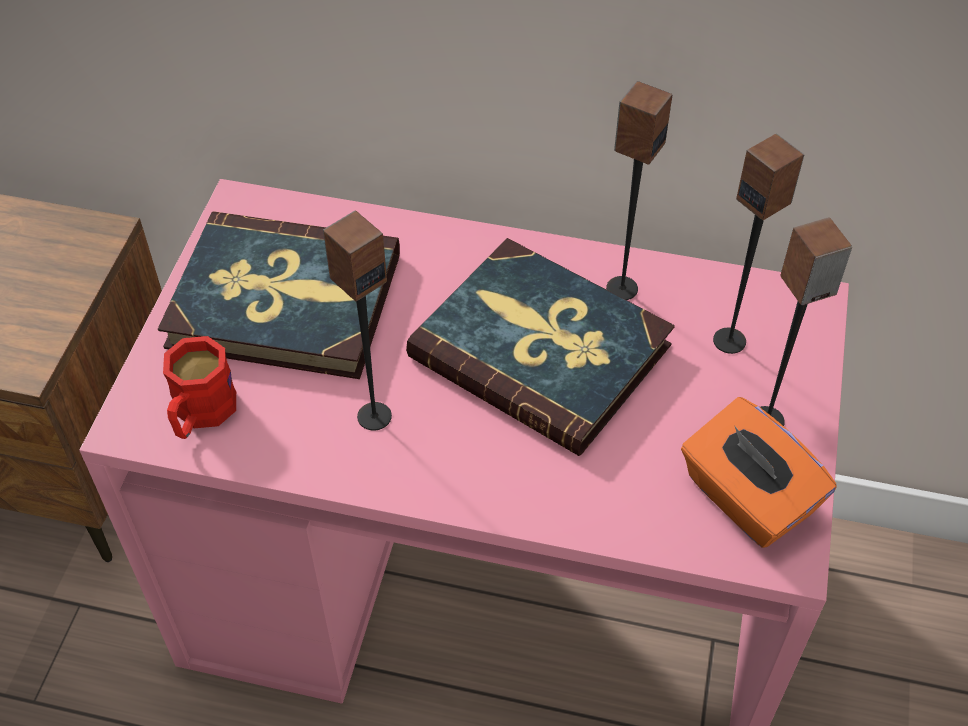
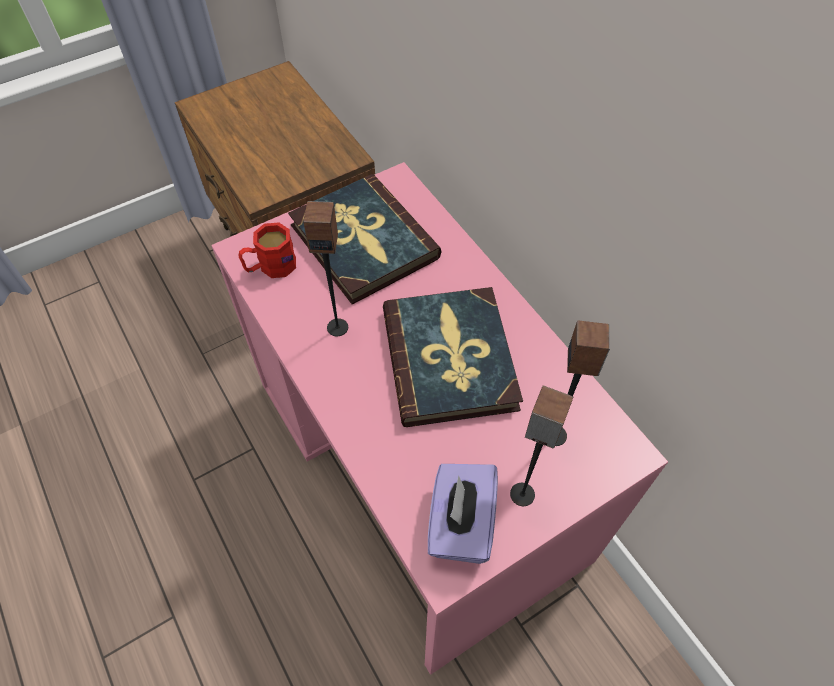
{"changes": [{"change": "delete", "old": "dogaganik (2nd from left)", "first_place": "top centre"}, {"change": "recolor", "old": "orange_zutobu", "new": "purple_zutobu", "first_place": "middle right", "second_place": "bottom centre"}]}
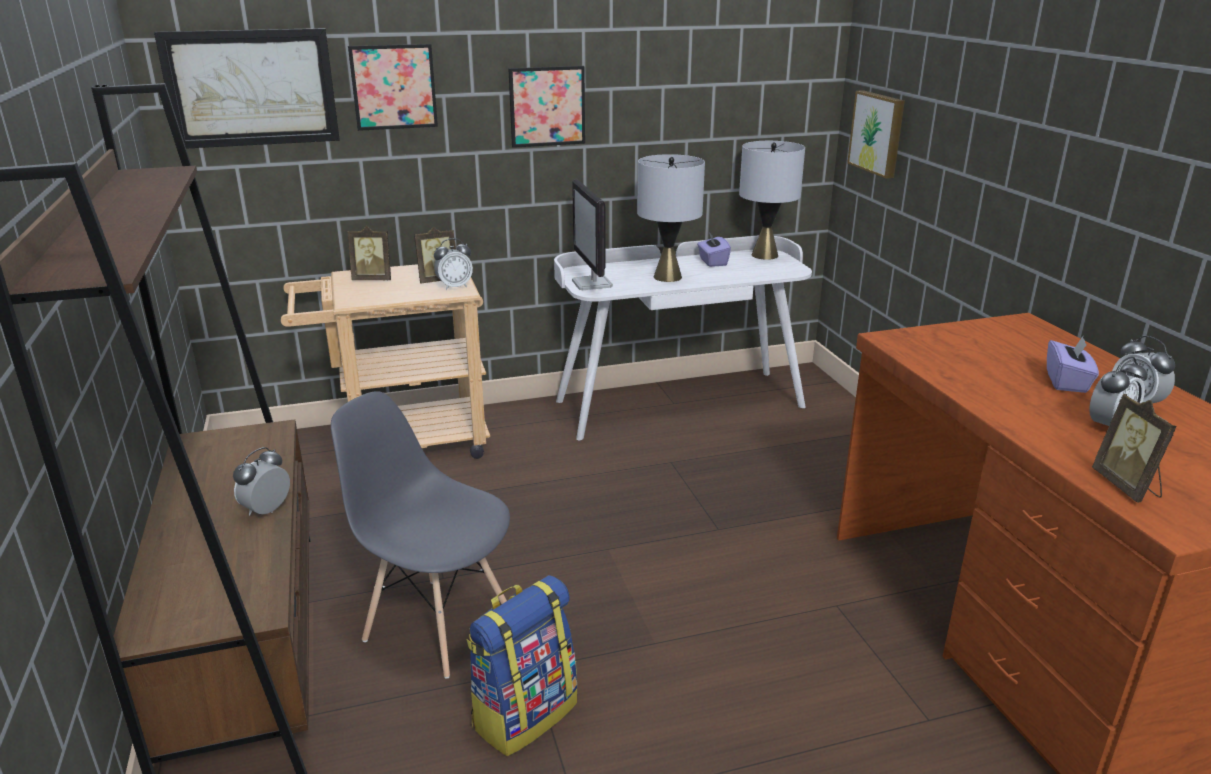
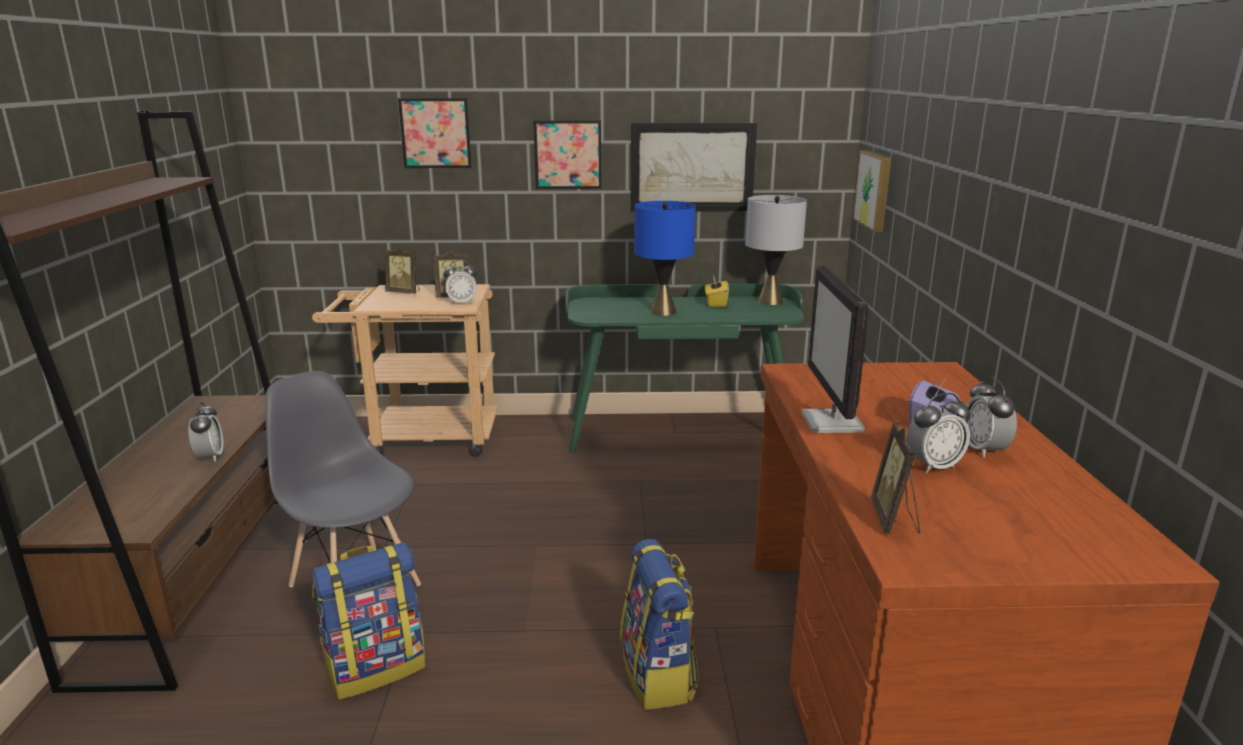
{"changes": [{"change": "move", "old": "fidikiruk (1st from left in the first image)", "new": "fidikiruk (3rd from left)", "first_place": "top left", "second_place": "top centre"}, {"change": "recolor", "old": "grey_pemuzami (1st from left)", "new": "blue_pemuzami", "first_place": "top centre", "second_place": "centre"}, {"change": "move", "old": "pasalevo", "first_place": "top centre", "second_place": "middle right"}, {"change": "recolor", "old": "purple_zutobu (1st from left)", "new": "yellow_zutobu", "first_place": "top centre", "second_place": "centre"}, {"change": "recolor", "old": "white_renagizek", "new": "green_renagizek", "first_place": "centre", "second_place": "centre"}, {"change": "rotate", "old": "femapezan (1st from left)", "first_place": "middle left", "second_place": "middle left", "degrees": 120}, {"change": "insert", "new": "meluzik (2nd from left)", "second_place": "bottom centre"}]}
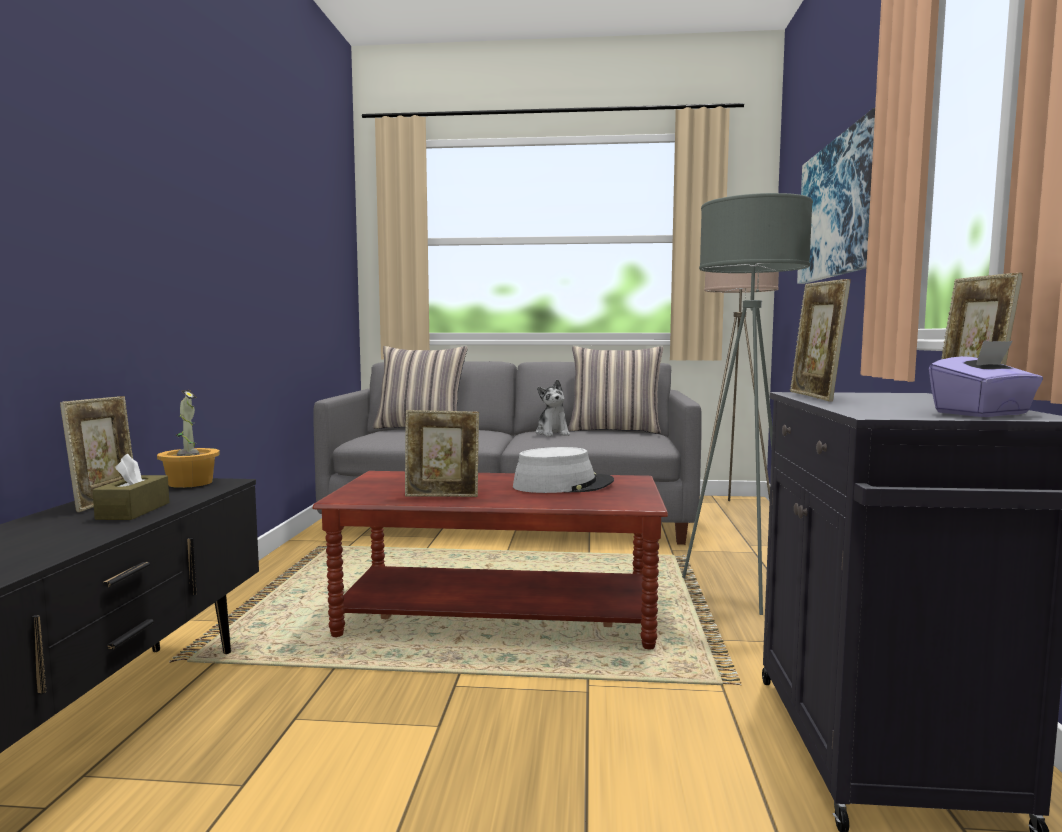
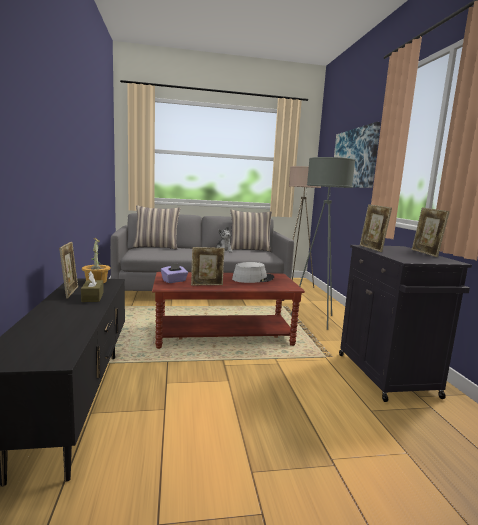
{"changes": [{"change": "move", "old": "purple_zutobu", "first_place": "middle right", "second_place": "centre"}]}
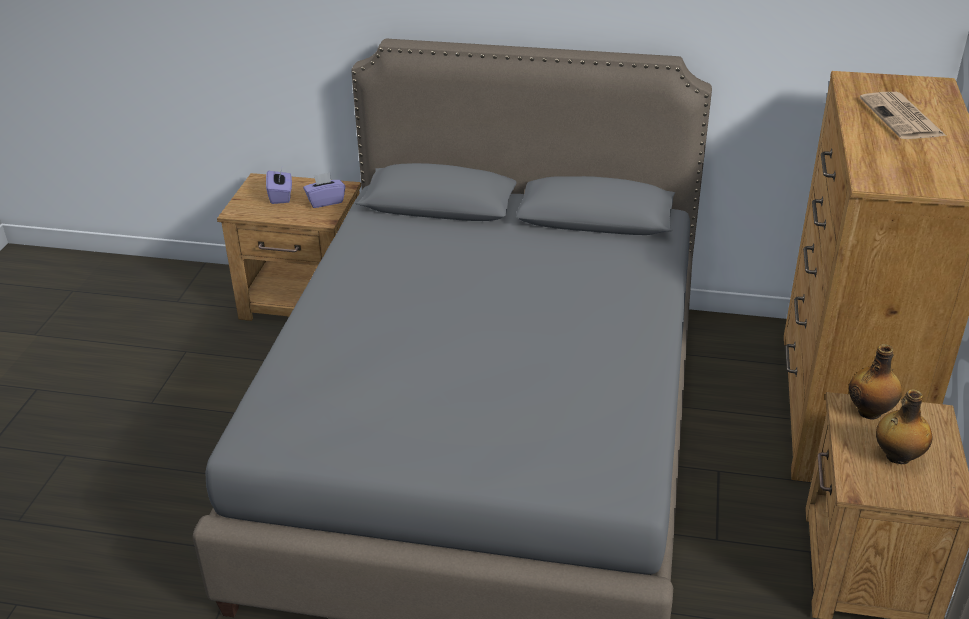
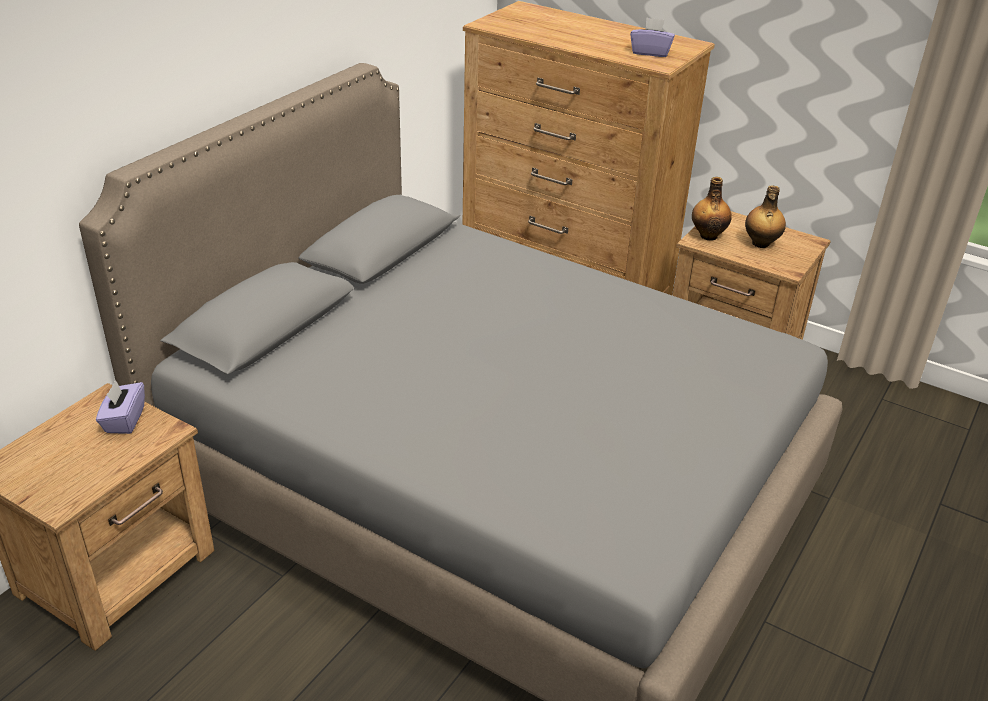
{"changes": [{"change": "delete", "old": "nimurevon", "first_place": "top right"}, {"change": "move", "old": "purple_zutobu (1st from left in the first image)", "new": "purple_zutobu (2nd from left)", "first_place": "top left", "second_place": "top centre"}]}
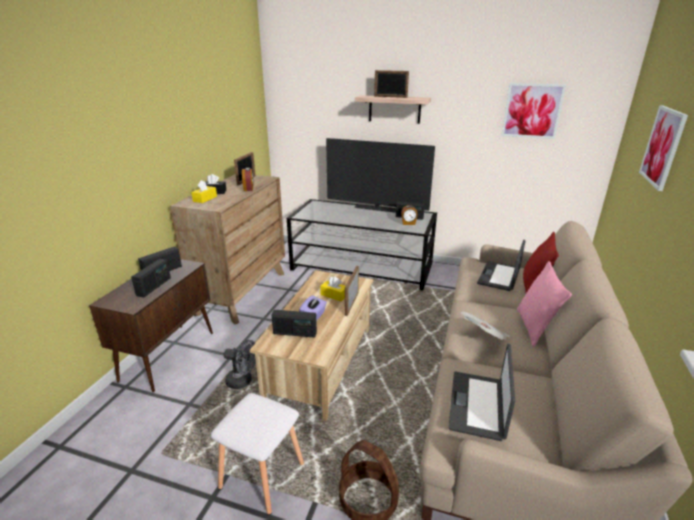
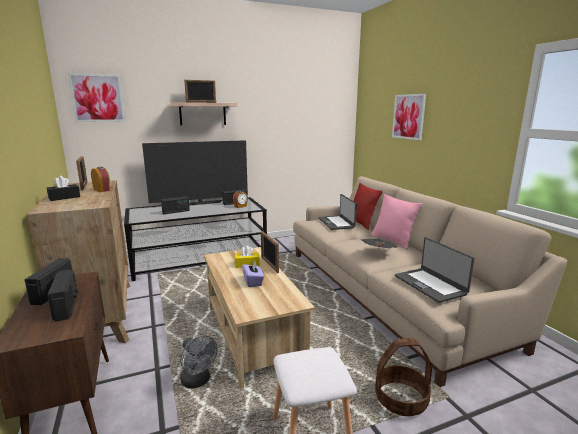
{"changes": [{"change": "move", "old": "fidikiruk (1st from left)", "first_place": "top right", "second_place": "top left"}, {"change": "delete", "old": "yellow_zutobu (1st from left)", "first_place": "middle left"}, {"change": "move", "old": "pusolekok (3rd from left)", "first_place": "centre", "second_place": "middle left"}, {"change": "rotate", "old": "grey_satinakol", "first_place": "bottom centre", "second_place": "bottom centre", "degrees": 75}]}
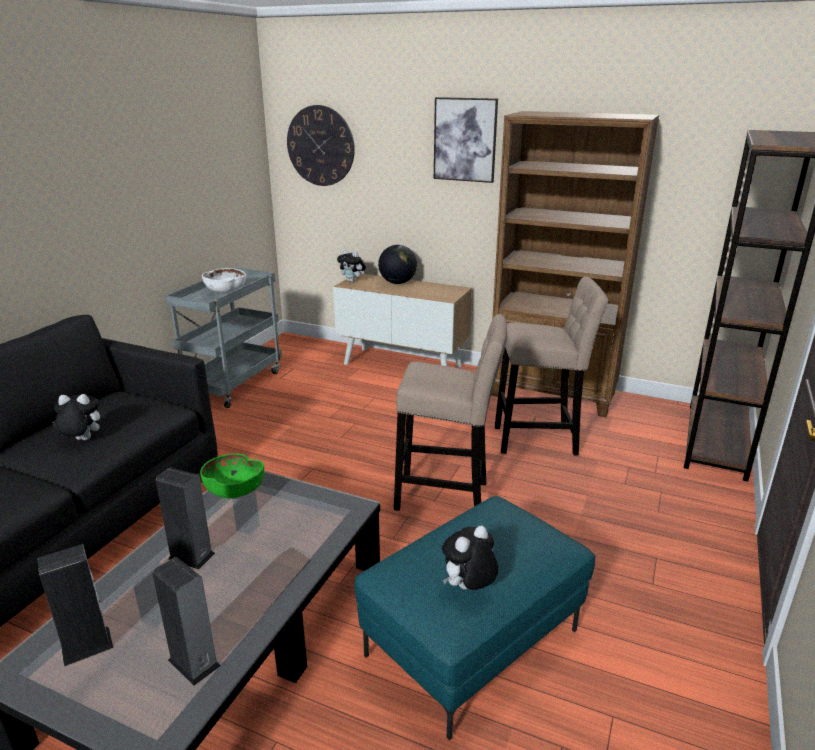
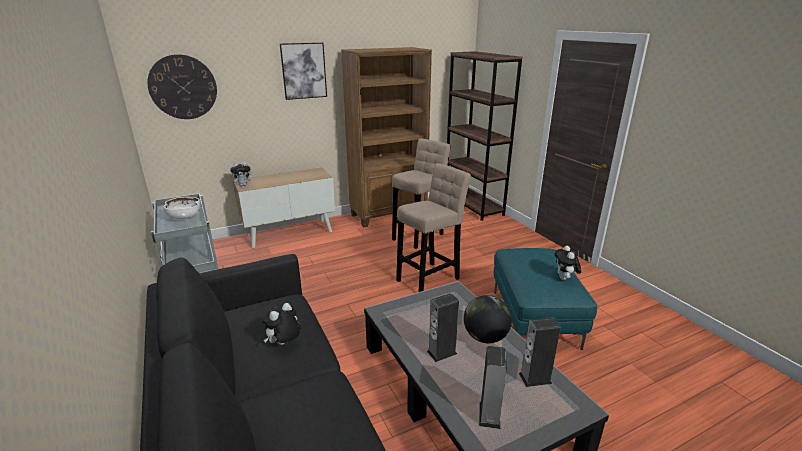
{"changes": [{"change": "move", "old": "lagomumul", "first_place": "centre", "second_place": "bottom centre"}, {"change": "delete", "old": "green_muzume", "first_place": "middle left"}]}
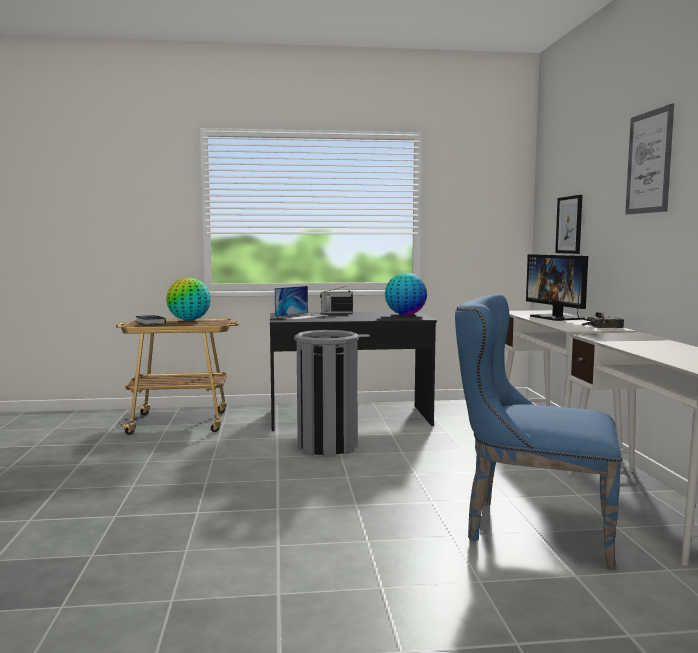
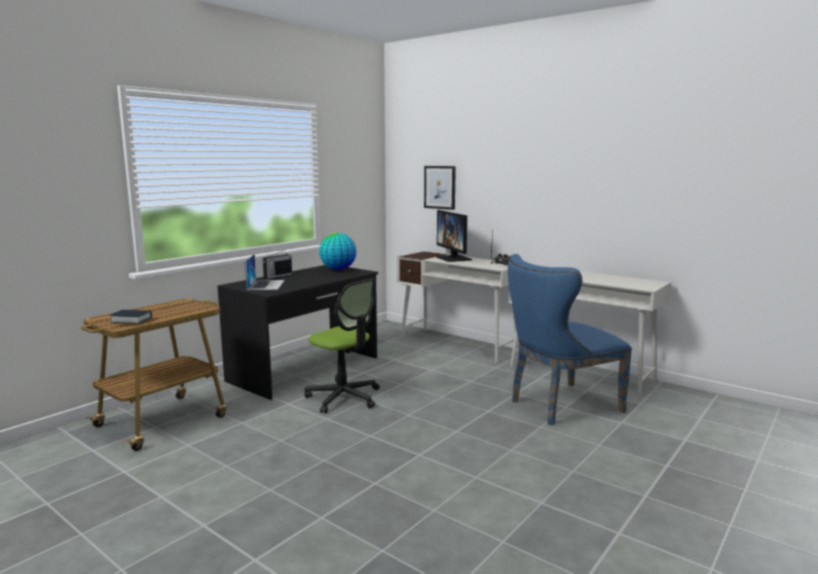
{"changes": [{"change": "delete", "old": "fidikiruk (2nd from left)", "first_place": "top right"}, {"change": "rotate", "old": "pasalevo", "first_place": "middle right", "second_place": "centre", "degrees": 45}, {"change": "delete", "old": "lagomumul (1st from left)", "first_place": "middle left"}, {"change": "replace", "old": "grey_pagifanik", "new": "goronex", "first_place": "centre", "second_place": "centre"}]}
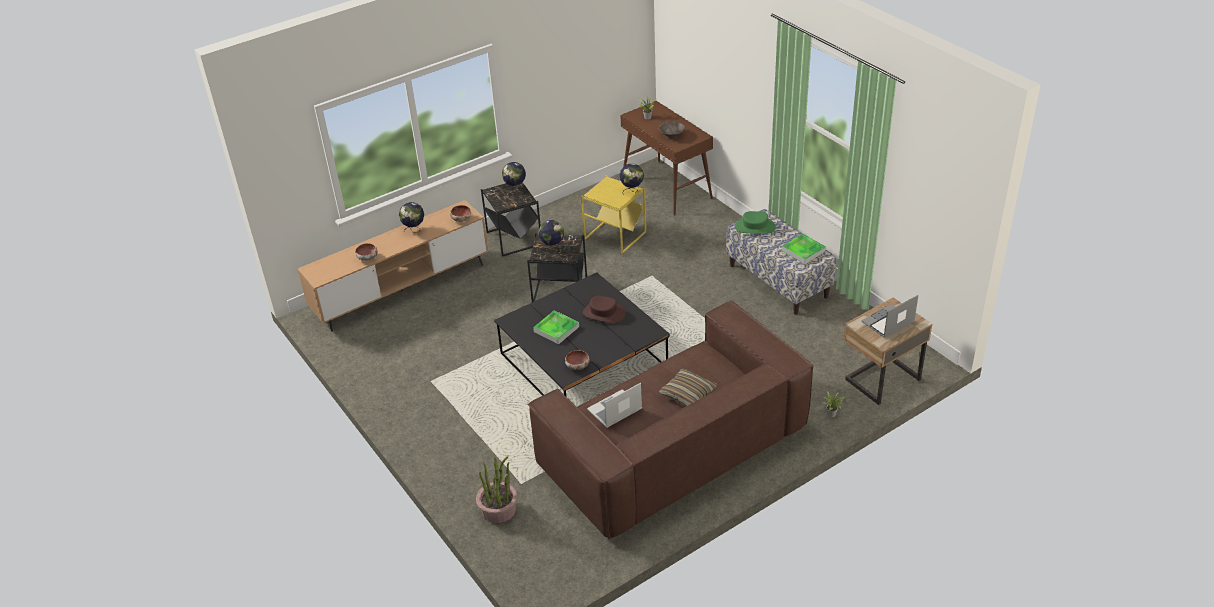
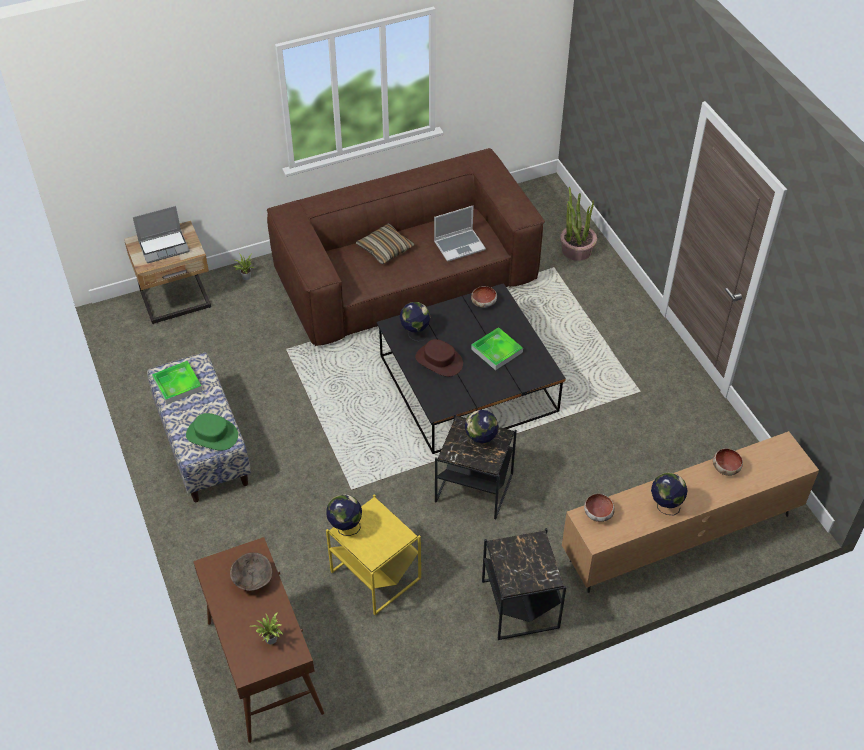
{"changes": [{"change": "move", "old": "lagomumul (2nd from left)", "first_place": "top centre", "second_place": "centre"}]}
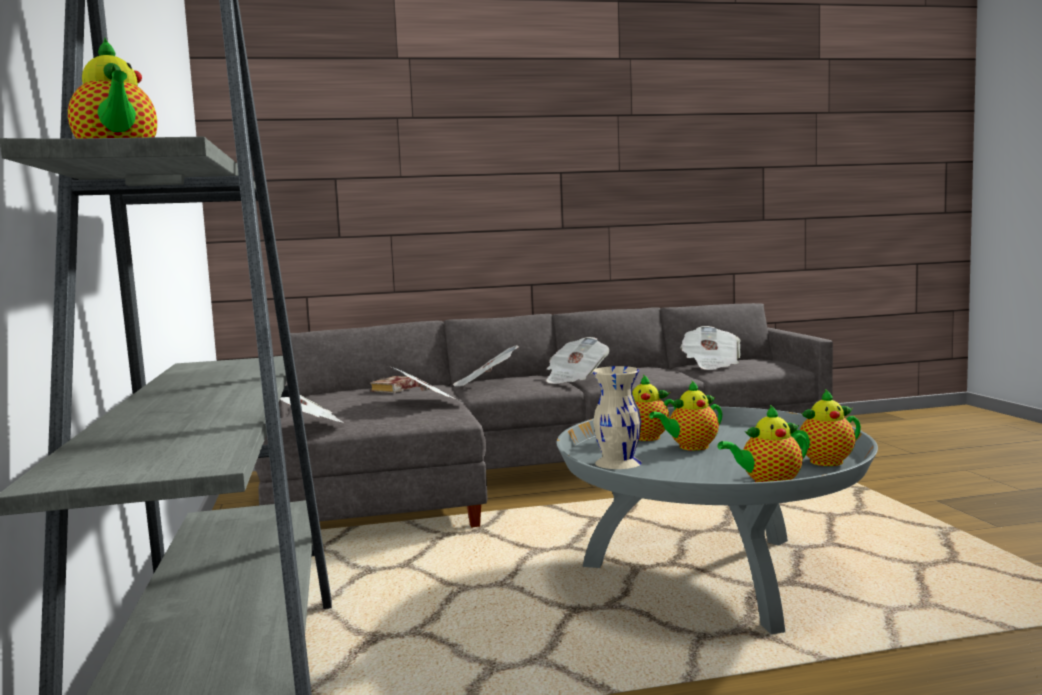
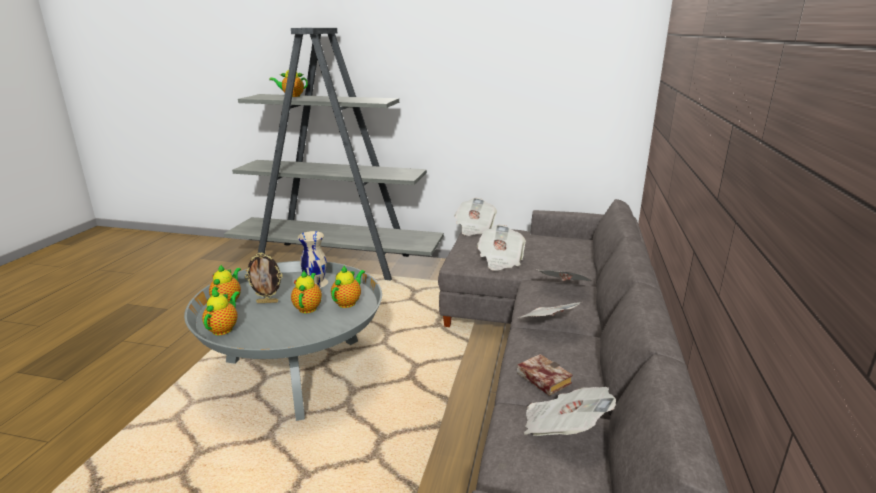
{"changes": [{"change": "move", "old": "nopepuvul", "first_place": "centre", "second_place": "bottom centre"}, {"change": "insert", "new": "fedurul", "second_place": "middle left"}]}
